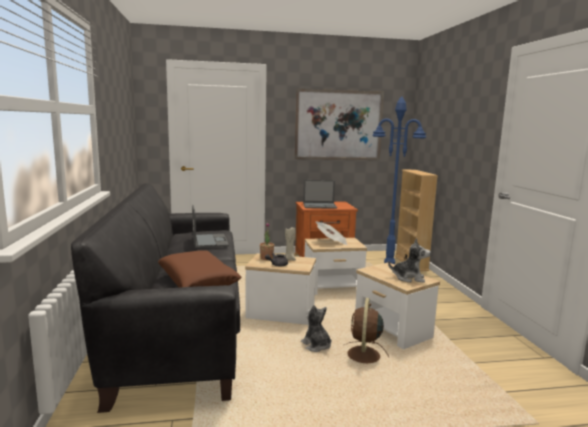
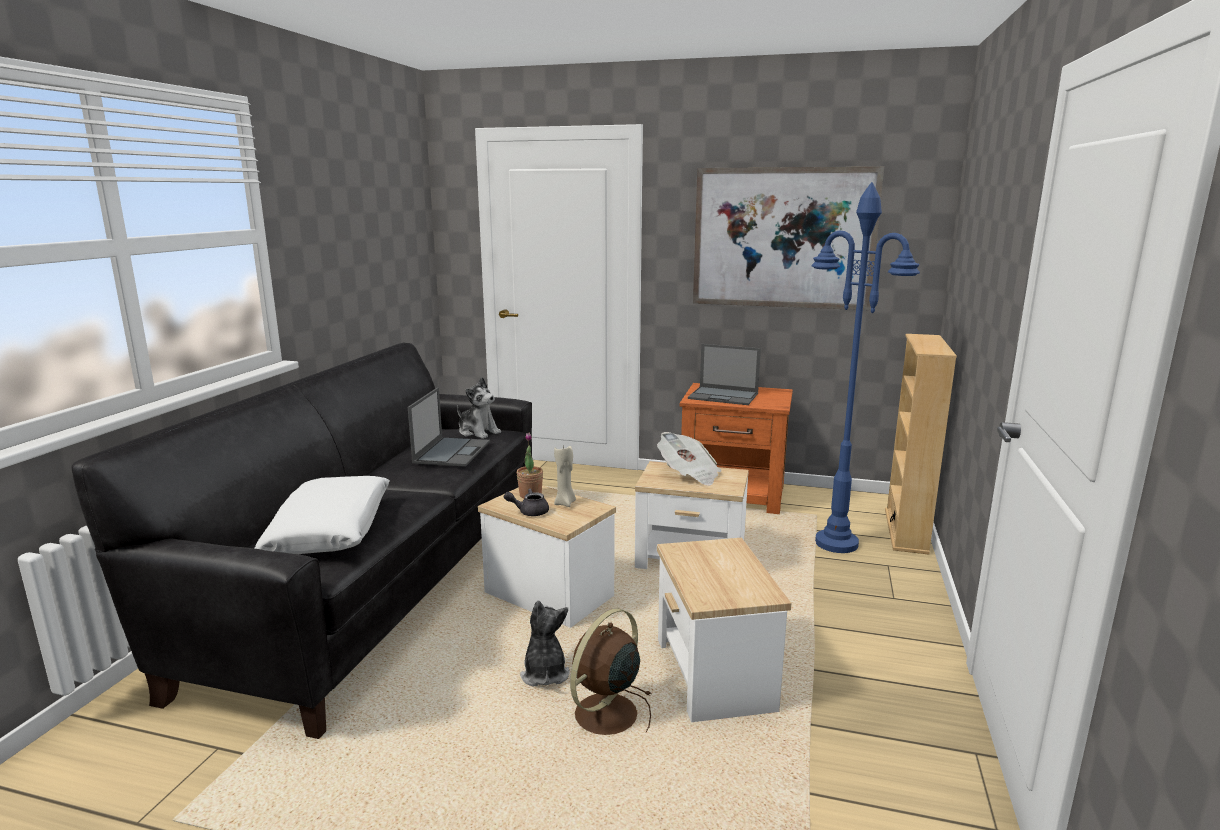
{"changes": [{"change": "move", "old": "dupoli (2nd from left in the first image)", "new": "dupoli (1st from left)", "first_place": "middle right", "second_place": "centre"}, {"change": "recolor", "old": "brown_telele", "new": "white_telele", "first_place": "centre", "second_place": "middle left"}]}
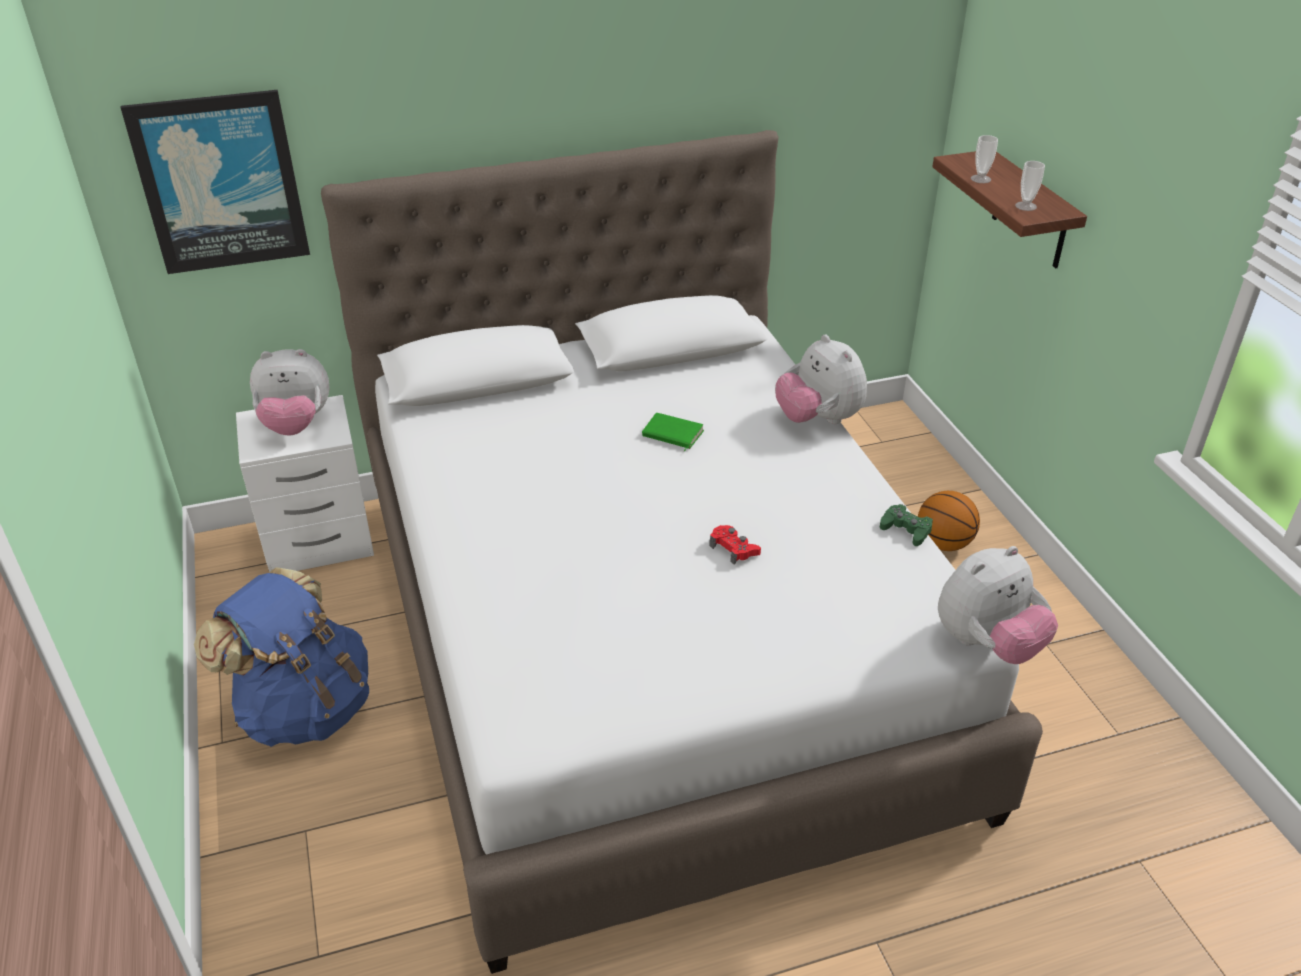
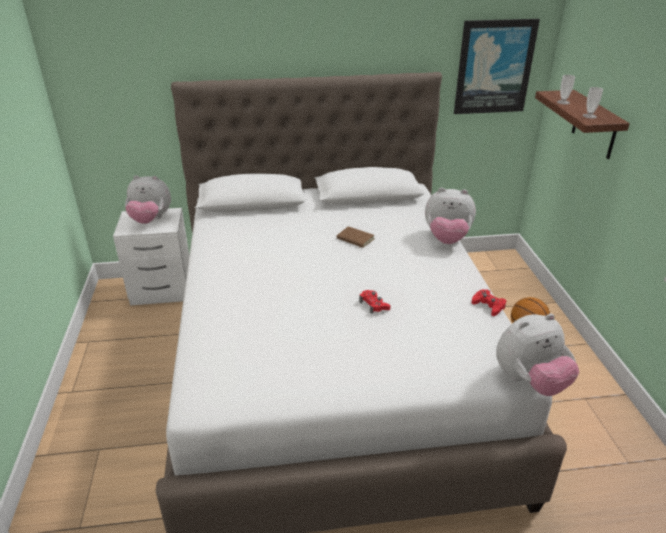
{"changes": [{"change": "move", "old": "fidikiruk", "first_place": "top left", "second_place": "top right"}, {"change": "rotate", "old": "dupoli (2nd from left)", "first_place": "centre", "second_place": "middle right", "degrees": -60}, {"change": "recolor", "old": "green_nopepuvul", "new": "brown_nopepuvul", "first_place": "centre", "second_place": "centre"}, {"change": "recolor", "old": "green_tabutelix", "new": "red_tabutelix (2nd from left)", "first_place": "middle right", "second_place": "middle right"}, {"change": "delete", "old": "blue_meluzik", "first_place": "bottom left"}]}
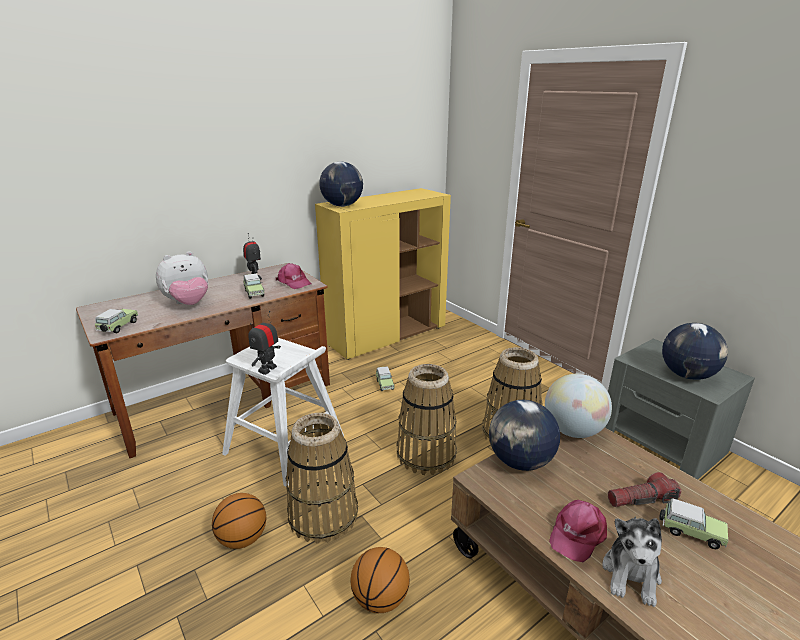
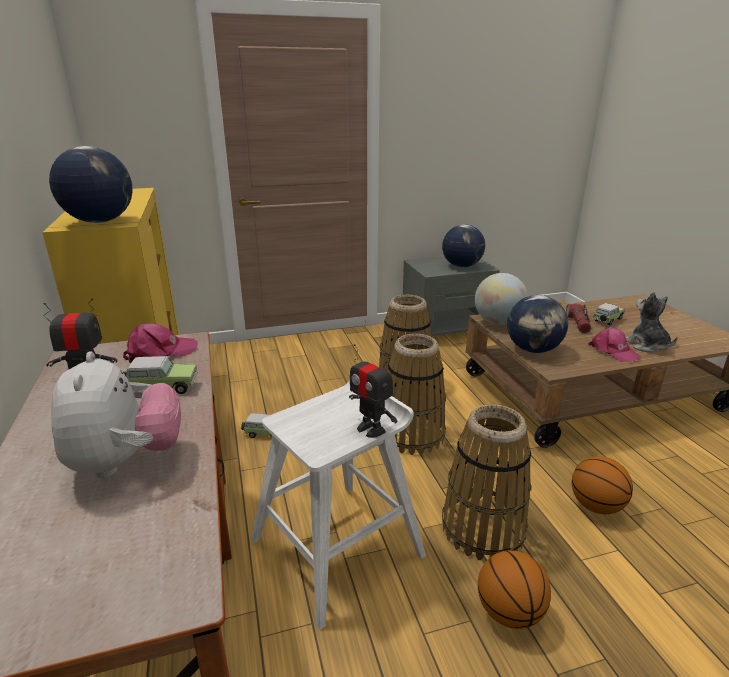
{"changes": [{"change": "delete", "old": "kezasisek (1st from left)", "first_place": "middle left"}, {"change": "rotate", "old": "dupoli (2nd from left)", "first_place": "bottom right", "second_place": "middle right", "degrees": -150}]}
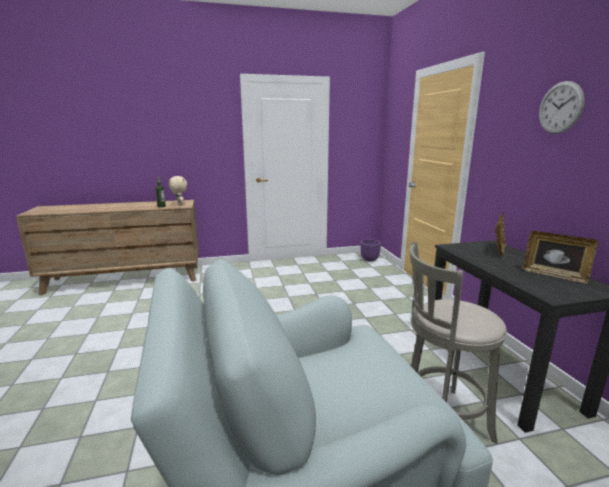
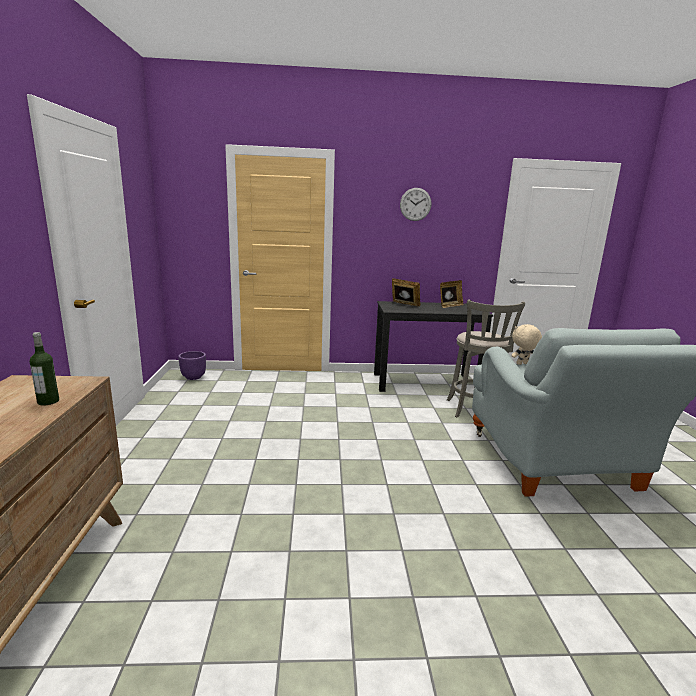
{"changes": [{"change": "move", "old": "beige_dupoli", "first_place": "middle left", "second_place": "middle right"}]}
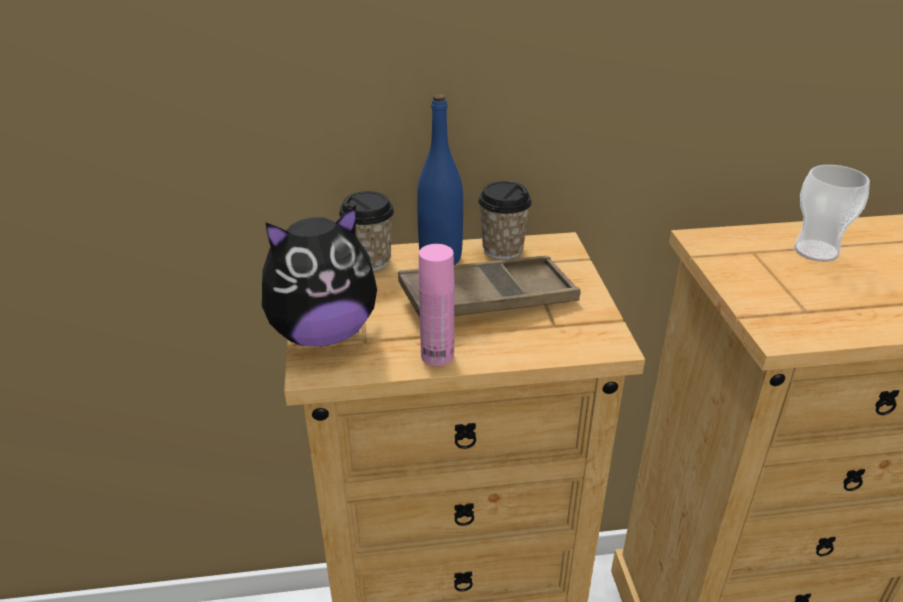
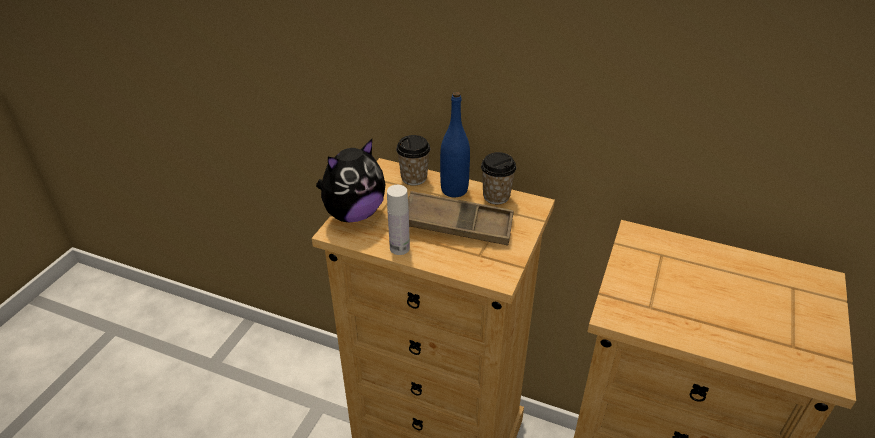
{"changes": [{"change": "delete", "old": "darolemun (3rd from left)", "first_place": "middle right"}, {"change": "rotate", "old": "dupoli", "first_place": "centre", "second_place": "centre", "degrees": -45}, {"change": "recolor", "old": "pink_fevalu", "new": "white_fevalu", "first_place": "centre", "second_place": "centre"}]}
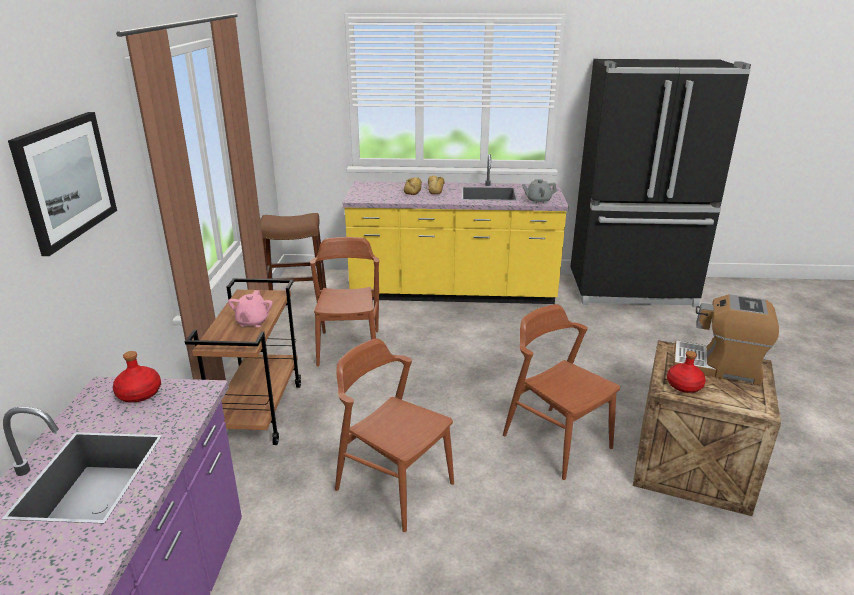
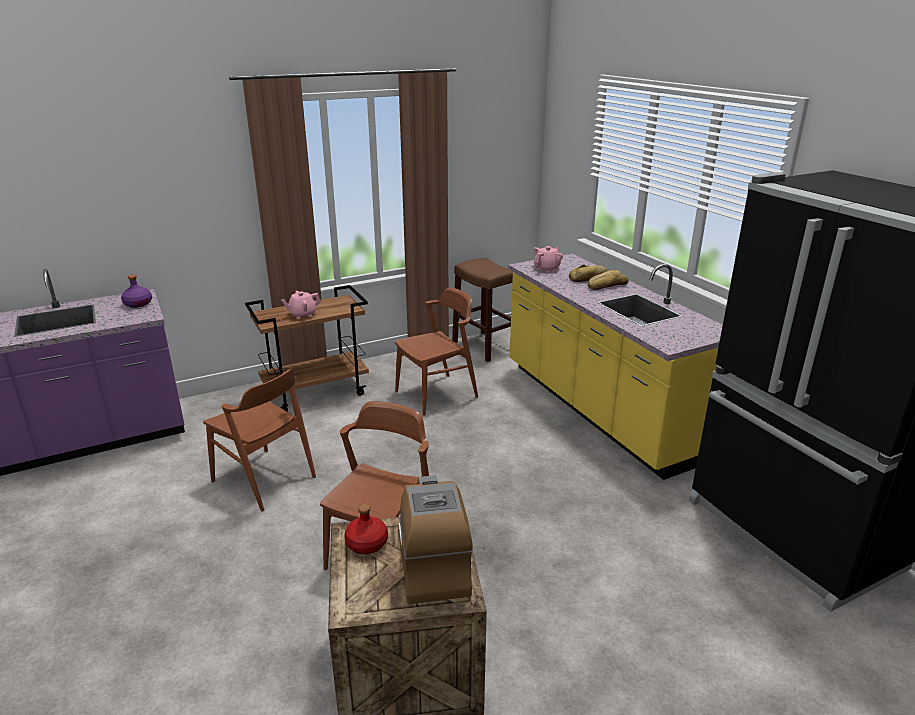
{"changes": [{"change": "delete", "old": "fidikiruk", "first_place": "top left"}, {"change": "delete", "old": "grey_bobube", "first_place": "top centre"}, {"change": "rotate", "old": "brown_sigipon (2nd from left in the first image)", "first_place": "bottom centre", "second_place": "middle left", "degrees": 120}, {"change": "recolor", "old": "red_fevalu (1st from left)", "new": "purple_fevalu", "first_place": "middle left", "second_place": "middle left"}, {"change": "insert", "new": "pink_bobube (2nd from left)", "second_place": "centre"}]}
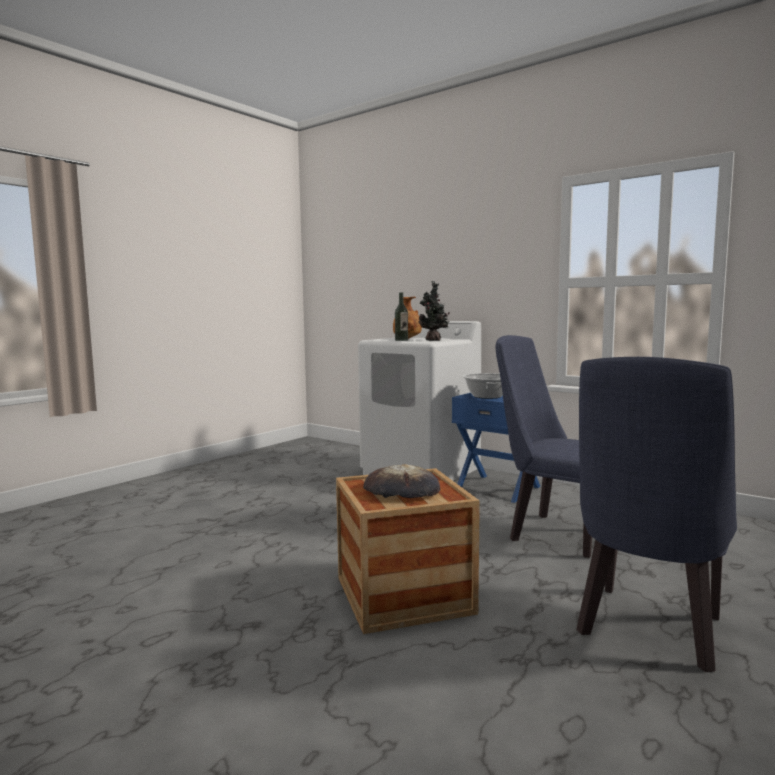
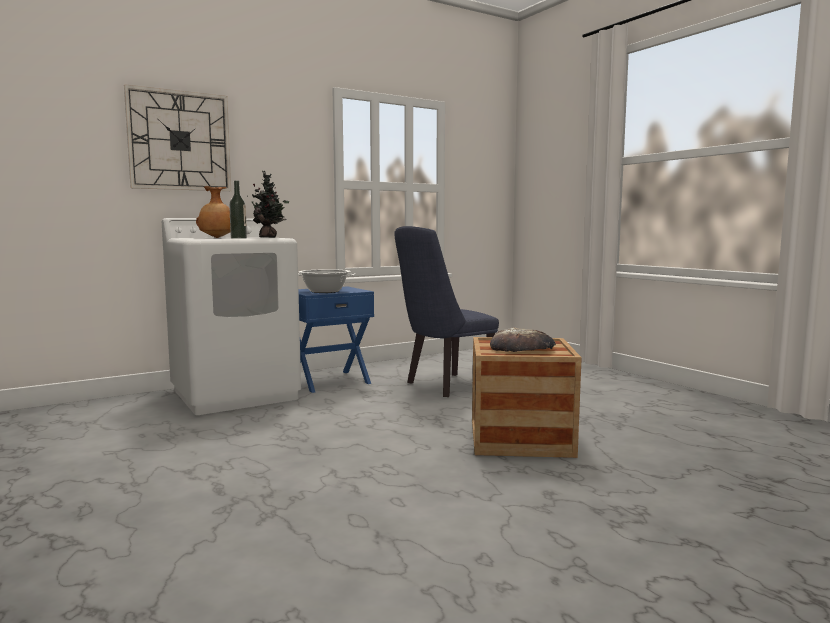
{"changes": [{"change": "delete", "old": "blue_sigipon (2nd from left)", "first_place": "middle right"}, {"change": "insert", "new": "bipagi", "second_place": "top left"}]}
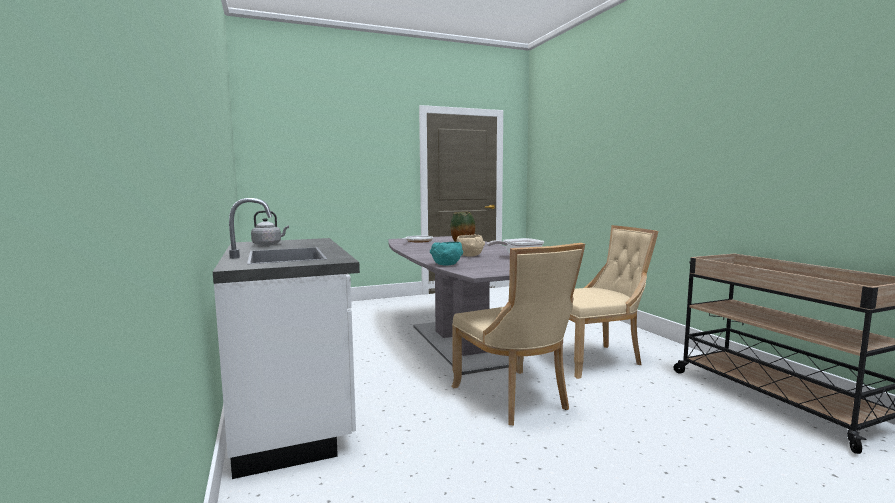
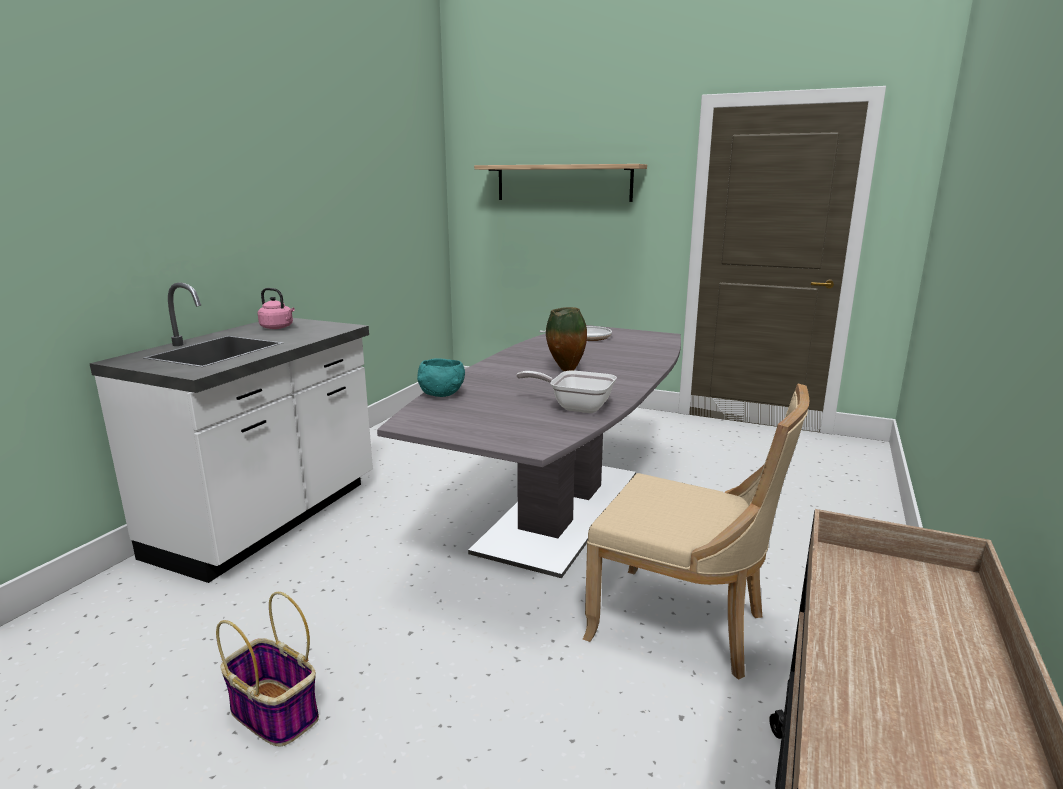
{"changes": [{"change": "recolor", "old": "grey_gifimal", "new": "pink_gifimal", "first_place": "middle left", "second_place": "middle left"}, {"change": "delete", "old": "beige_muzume", "first_place": "centre"}, {"change": "delete", "old": "beige_sigipon (1st from left)", "first_place": "centre"}, {"change": "insert", "new": "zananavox", "second_place": "top centre"}, {"change": "insert", "new": "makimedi", "second_place": "bottom left"}]}
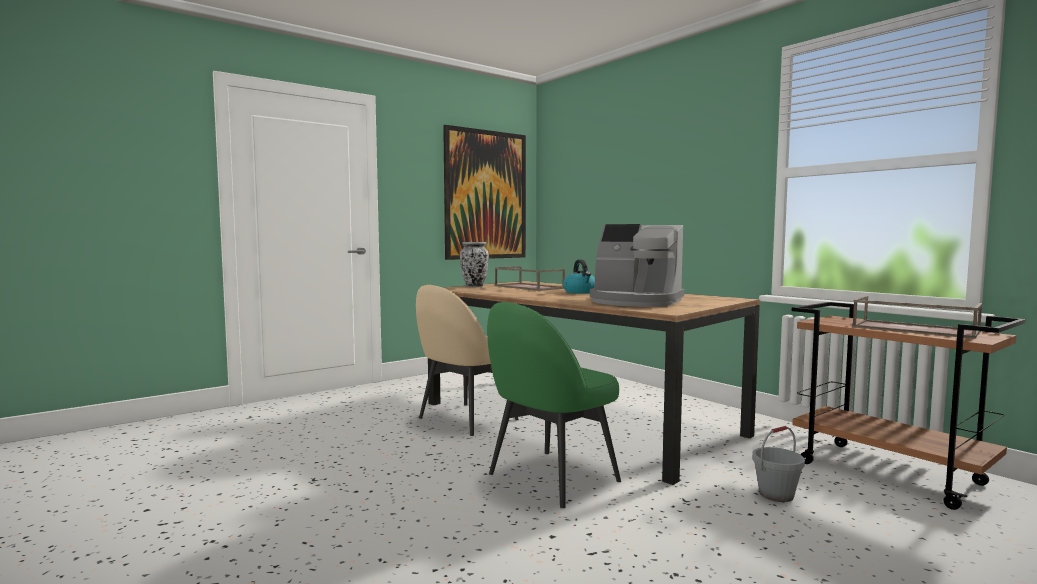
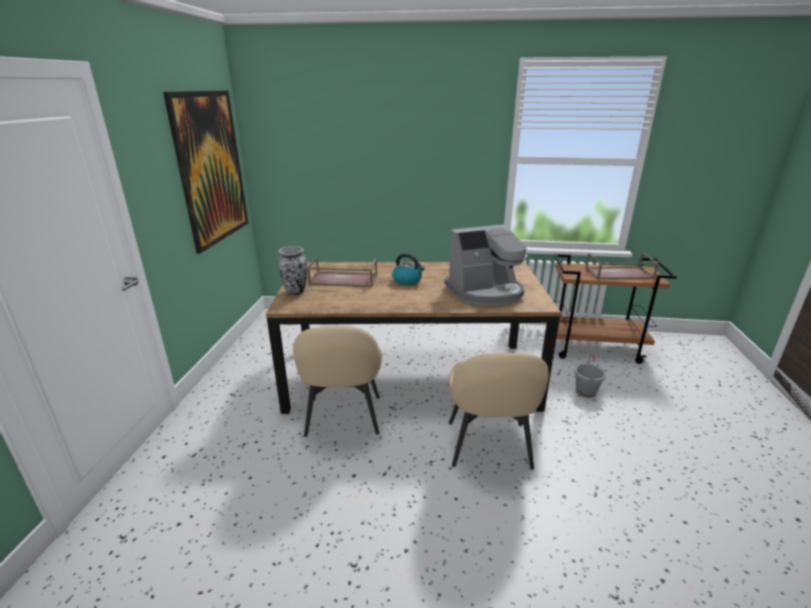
{"changes": [{"change": "recolor", "old": "green_sigipon", "new": "beige_sigipon (2nd from left)", "first_place": "bottom centre", "second_place": "bottom centre"}]}
